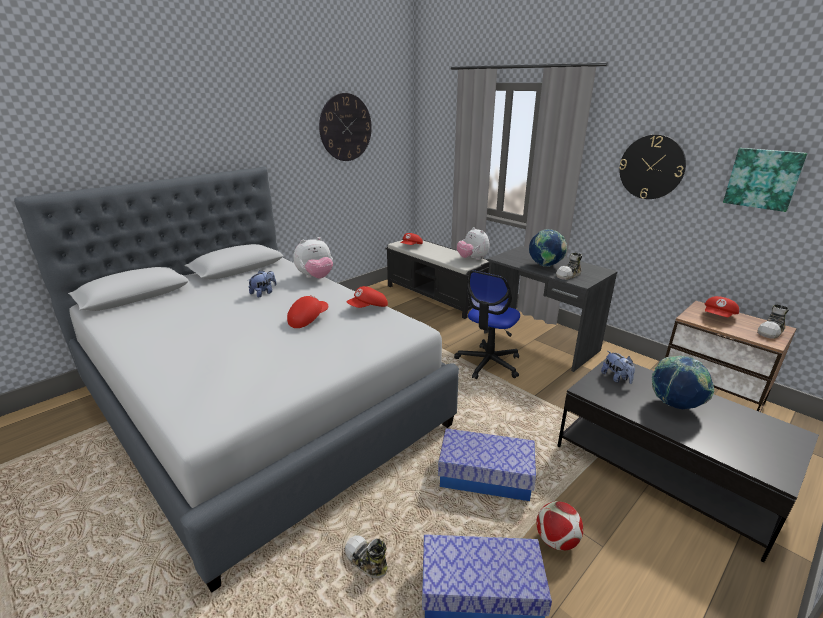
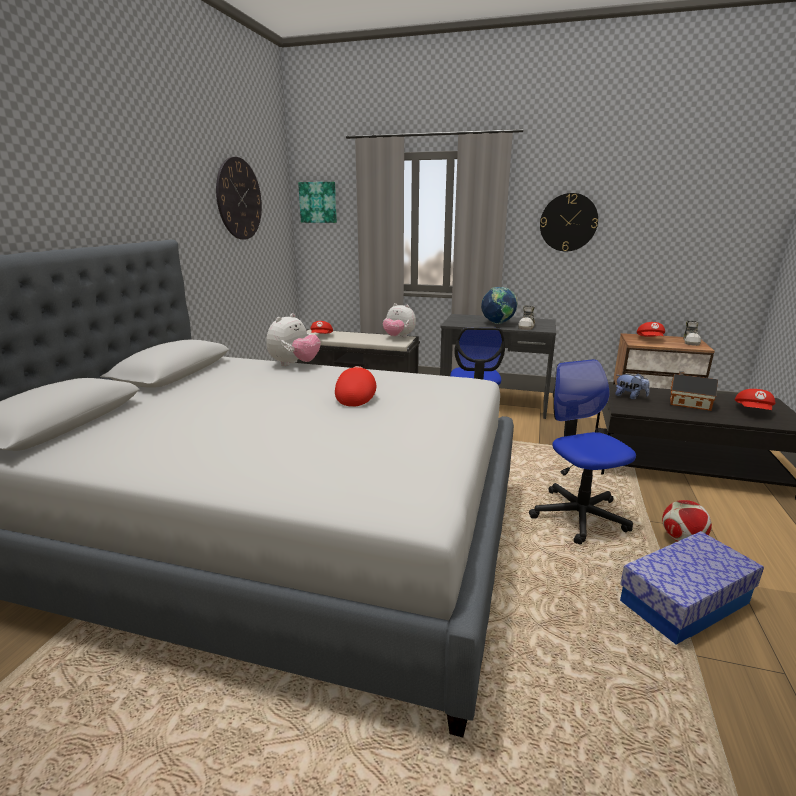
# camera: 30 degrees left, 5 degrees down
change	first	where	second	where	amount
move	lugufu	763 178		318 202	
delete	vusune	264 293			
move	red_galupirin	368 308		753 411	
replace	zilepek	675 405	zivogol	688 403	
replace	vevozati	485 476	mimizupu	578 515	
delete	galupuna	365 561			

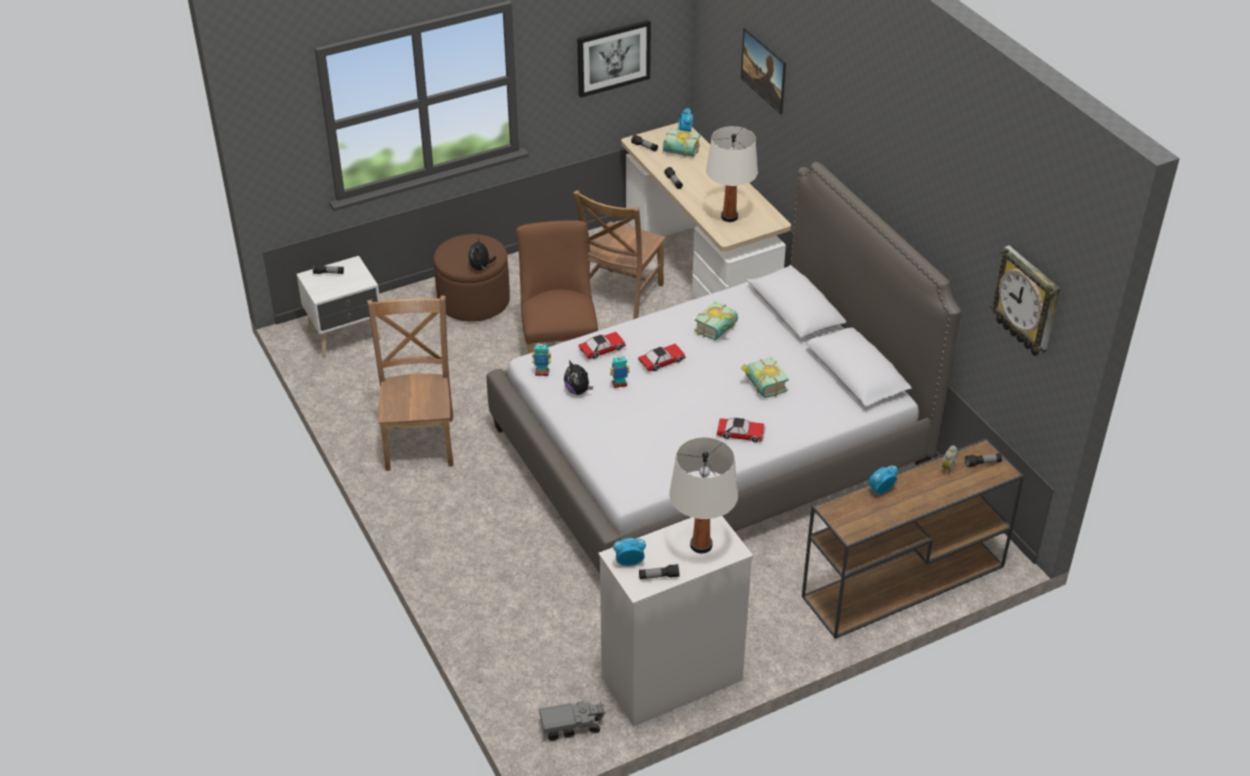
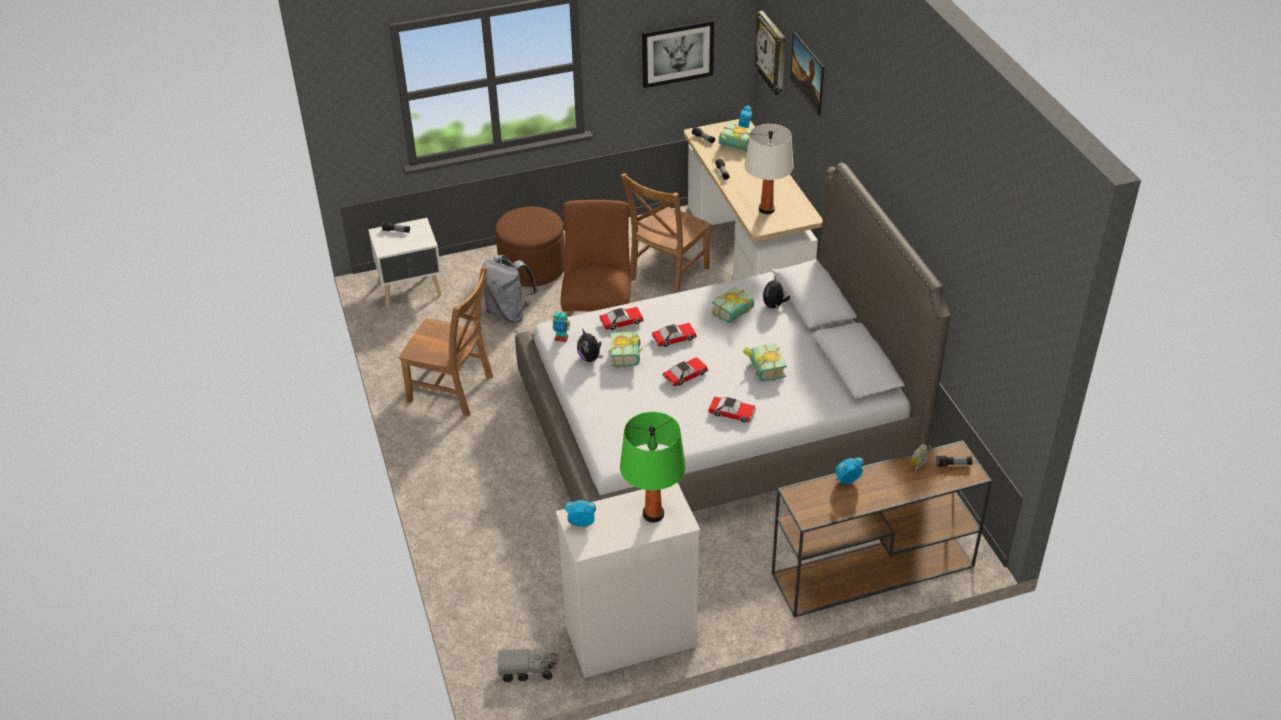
# camera: 10 degrees right, 0 degrees up
change	first	where	second	where	amount
move	vusune	481 267		774 305	
move	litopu	1027 302		772 54	
rotate	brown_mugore	420 440		454 390	105 degrees clockwise
replace	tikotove	619 384	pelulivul	629 356	
recolor	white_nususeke	701 545	green_nususeke	653 514	
delete	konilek	658 576			
insert			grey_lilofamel	509 313	
insert			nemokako	685 375	

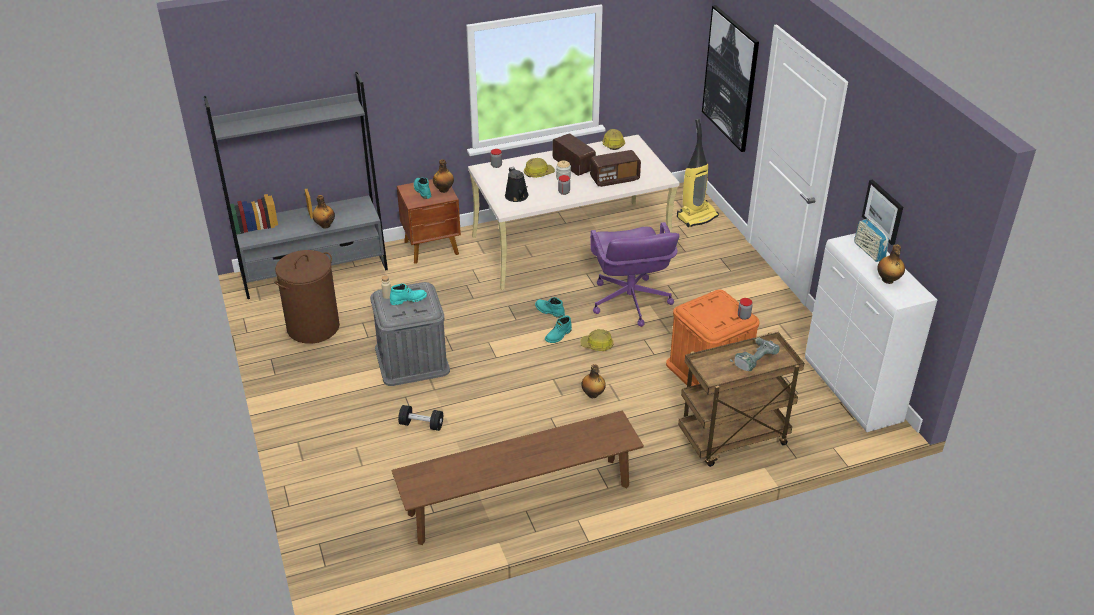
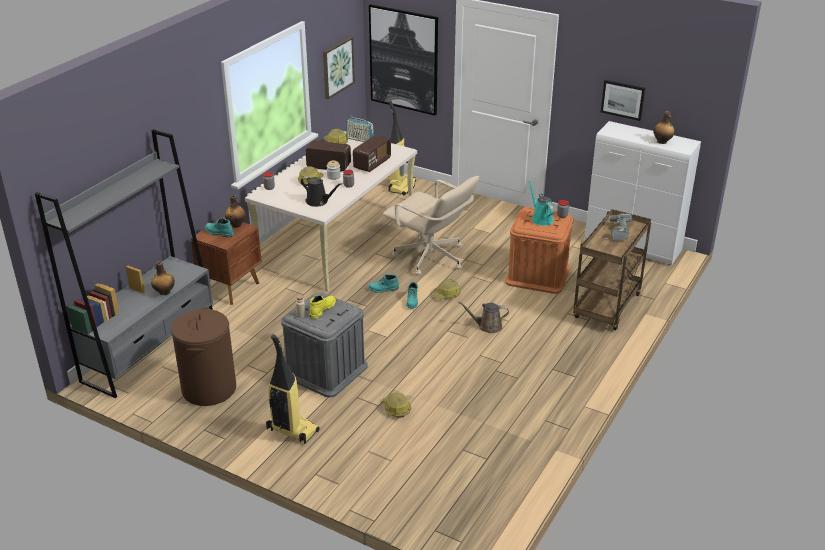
# camera: 40 degrees left, 5 degrees down
change	first	where	second	where	amount
move	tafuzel	869 251		360 139	
recolor	purple_mimizupu	629 302	beige_mimizupu	430 258	
recolor	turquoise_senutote	408 299	yellow_senutote	322 309	
replace	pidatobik	593 395	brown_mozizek	487 326	
replace	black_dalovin	421 424	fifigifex	396 408	
delete	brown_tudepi	520 500			
insert			lugufu	337 67	
insert			turquoise_mozizek	541 219	
insert			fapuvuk	291 430	

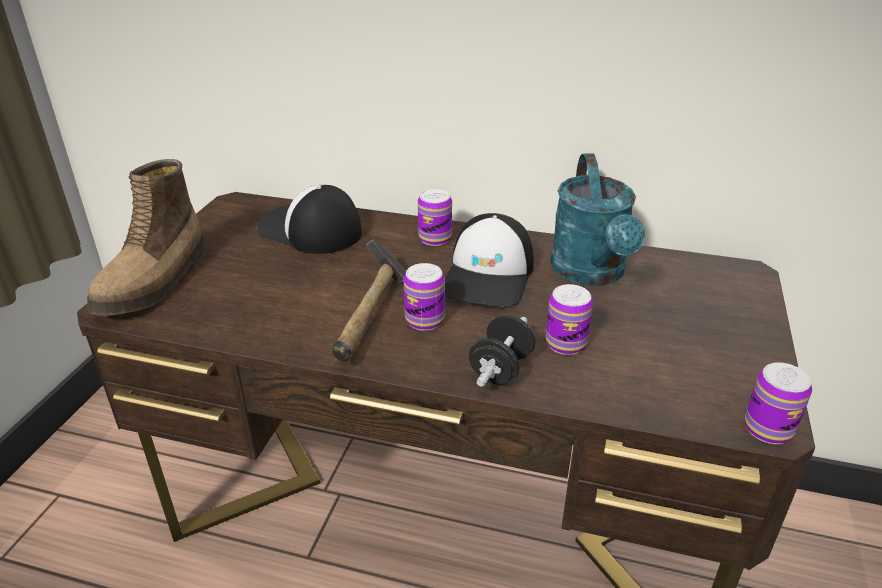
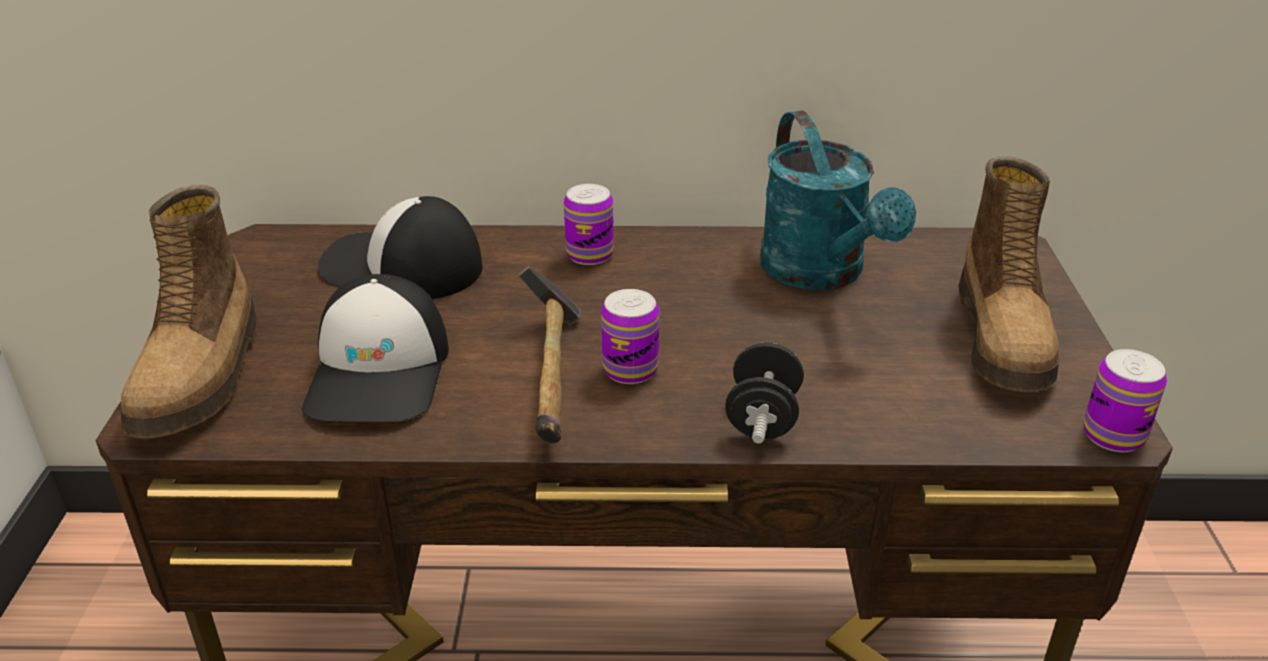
# camera: 15 degrees left, 0 degrees up
change	first	where	second	where	amount
move	galupirin	489 276		380 373	
delete	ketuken	565 343			
insert			senutote	1004 338	

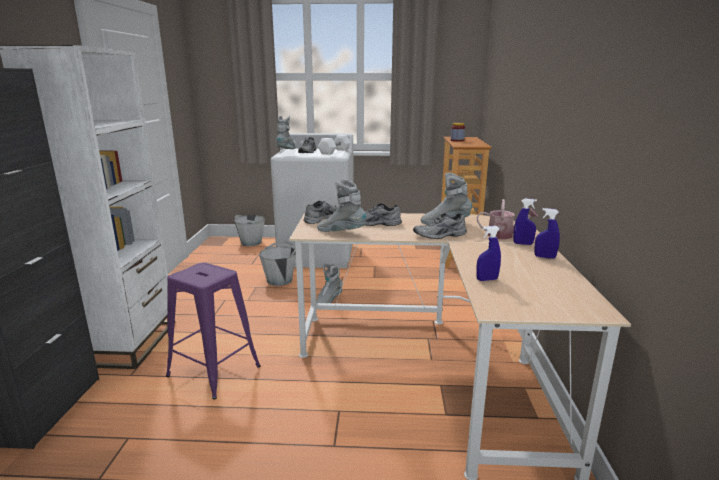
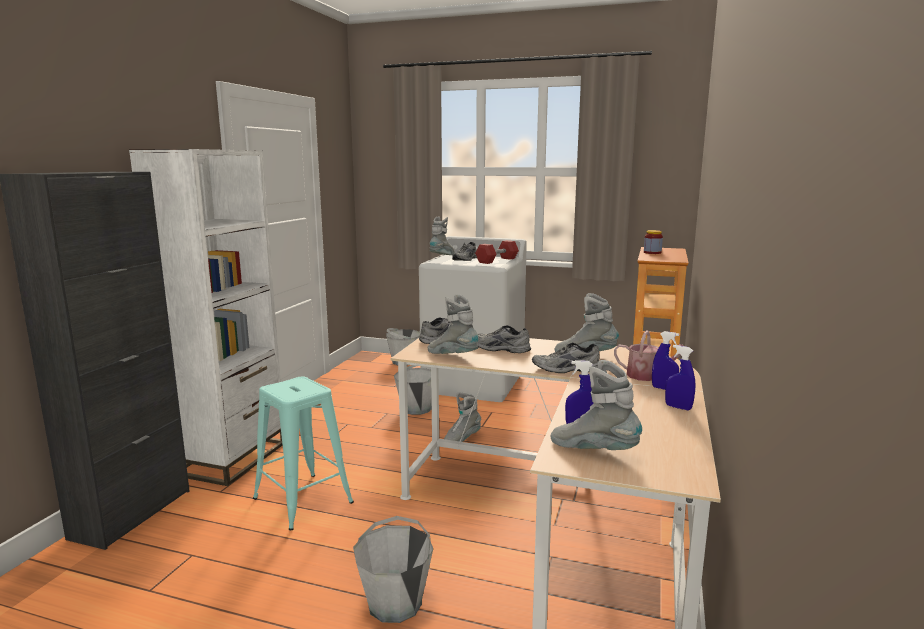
# camera: 15 degrees right, 5 degrees down
change	first	where	second	where	amount
recolor	white_dalovin	334 152	red_dalovin	497 260	
recolor	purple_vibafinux	214 371	turquoise_vibafinux	303 500	
insert			grey_senutote	593 450	
insert			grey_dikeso	395 603	

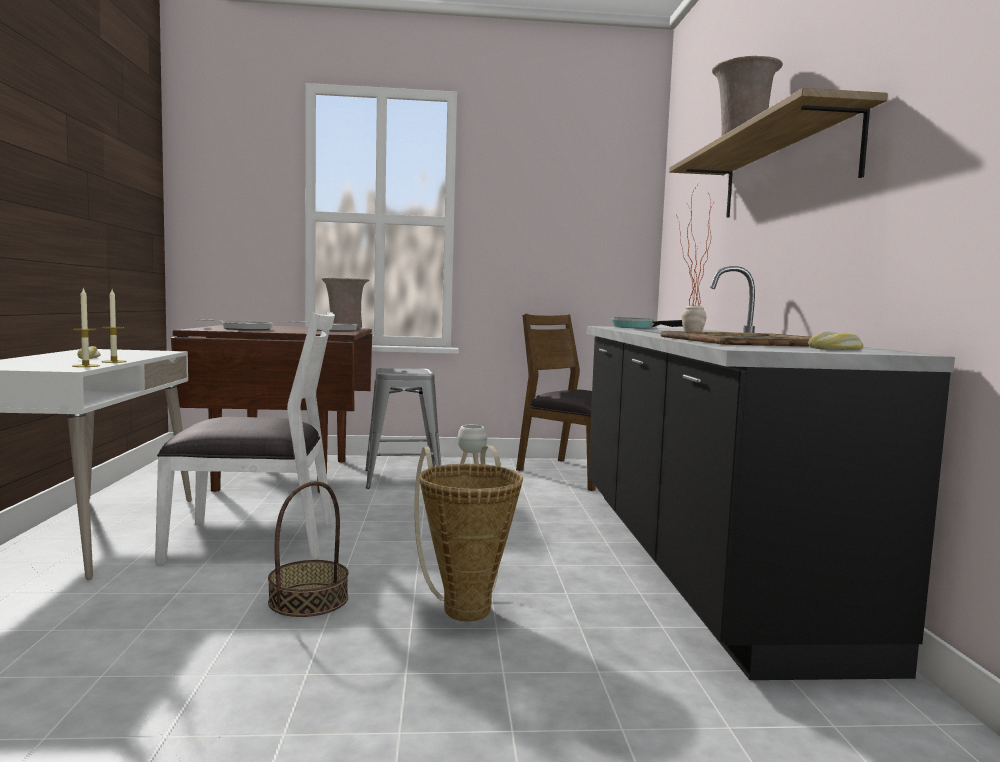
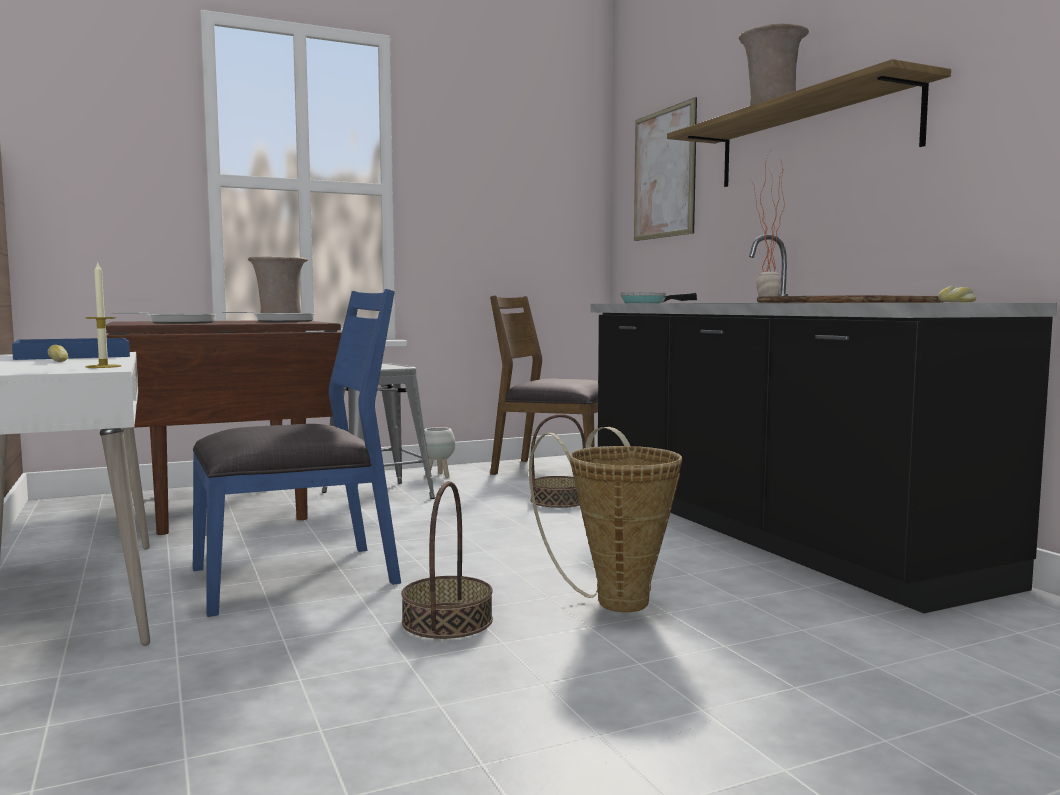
# camera: 20 degrees left, 0 degrees up
change	first	where	second	where	amount
delete	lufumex	114 361			
recolor	white_mugore	254 541	blue_mugore	296 577	
insert			lugufu	664 173	
insert			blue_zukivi	72 355	
insert			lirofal	558 501	

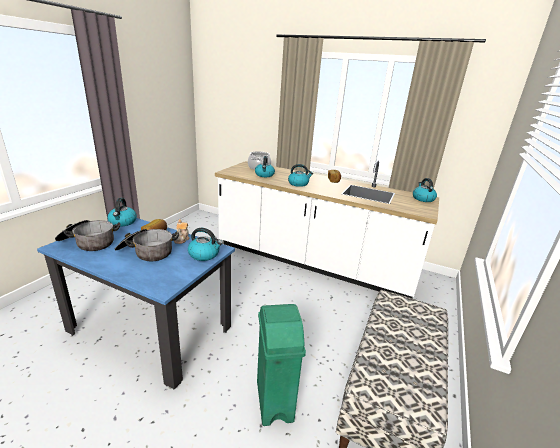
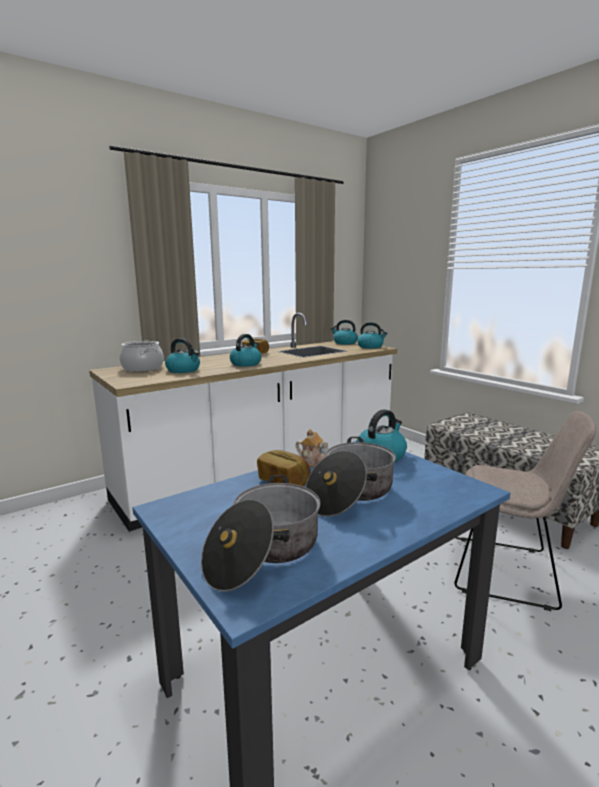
# camera: 60 degrees left, 10 degrees down
change	first	where	second	where	amount
move	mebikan	123 222		370 347	
replace	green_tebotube	274 401	beige_mugore	507 572	

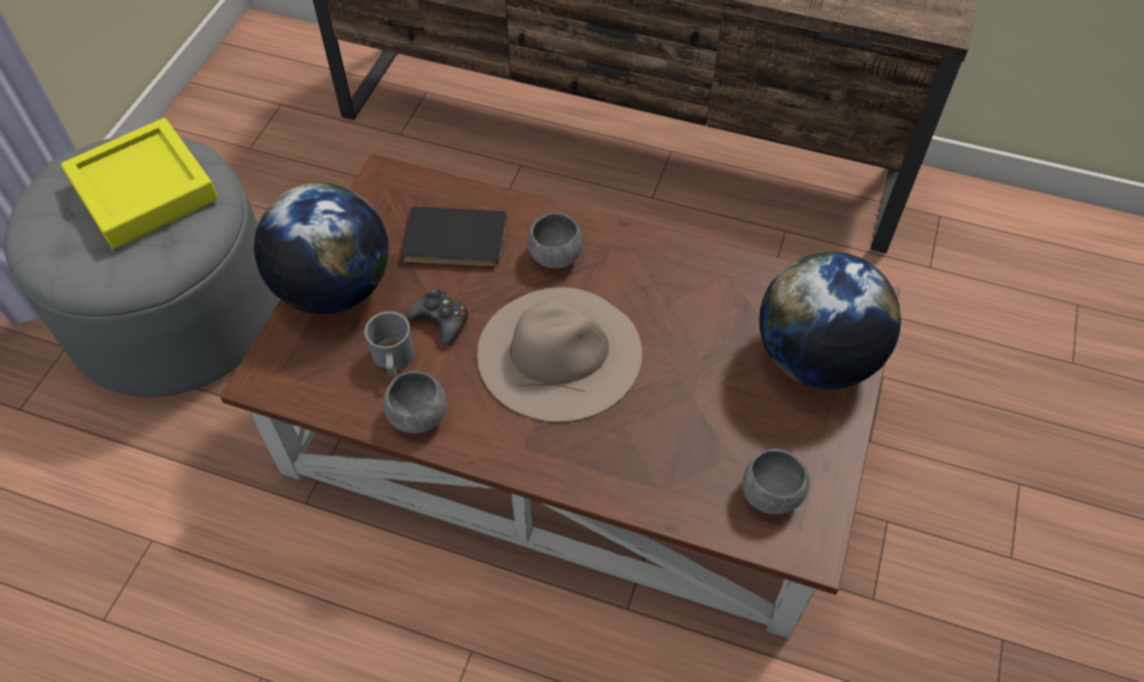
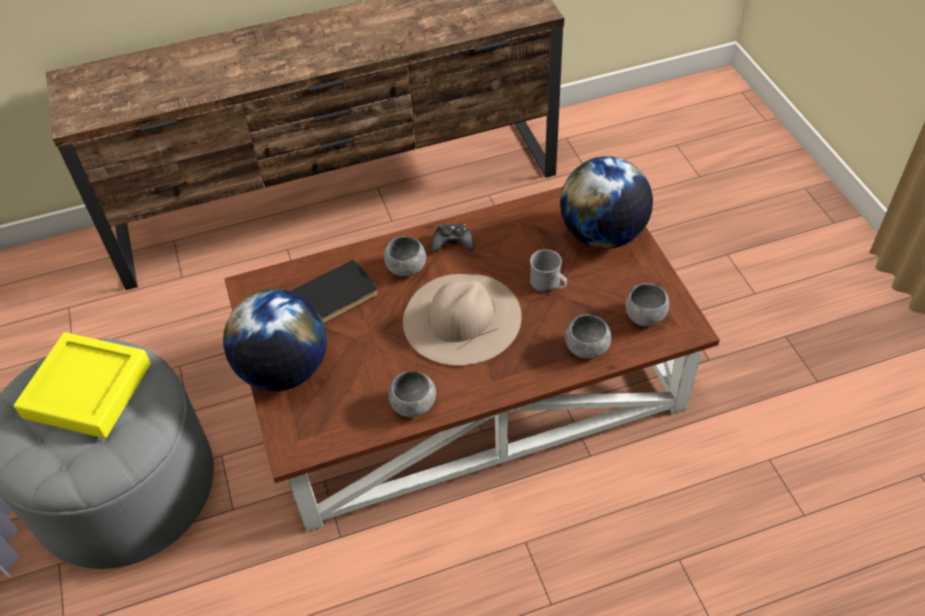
# camera: 35 degrees left, 5 degrees down
change	first	where	second	where	amount
move	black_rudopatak	440 321		453 242	
move	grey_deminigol	393 360		549 284	
insert			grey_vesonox	586 348	

